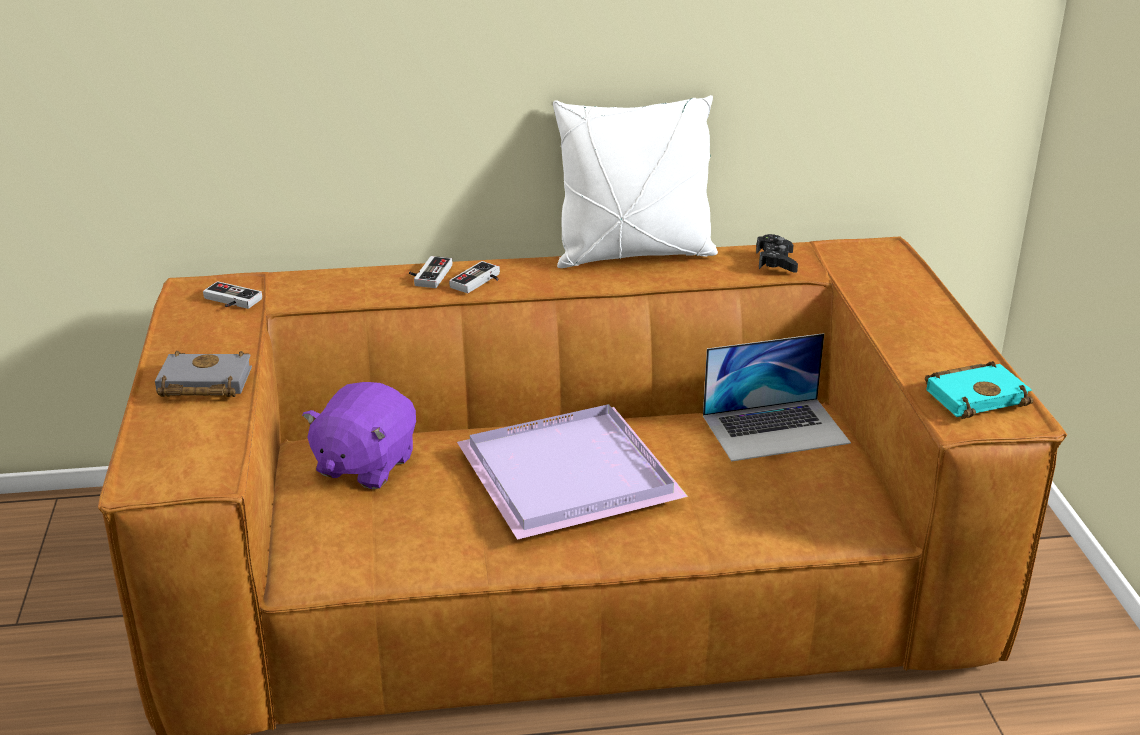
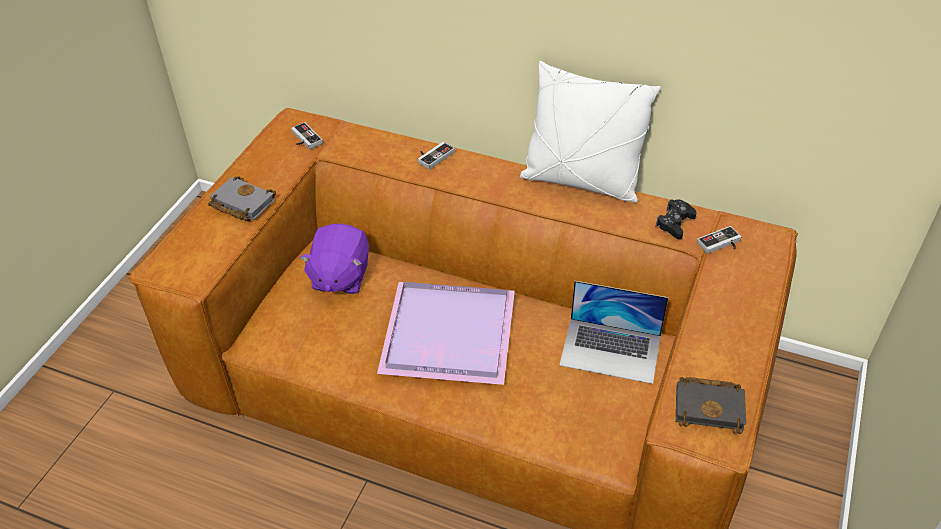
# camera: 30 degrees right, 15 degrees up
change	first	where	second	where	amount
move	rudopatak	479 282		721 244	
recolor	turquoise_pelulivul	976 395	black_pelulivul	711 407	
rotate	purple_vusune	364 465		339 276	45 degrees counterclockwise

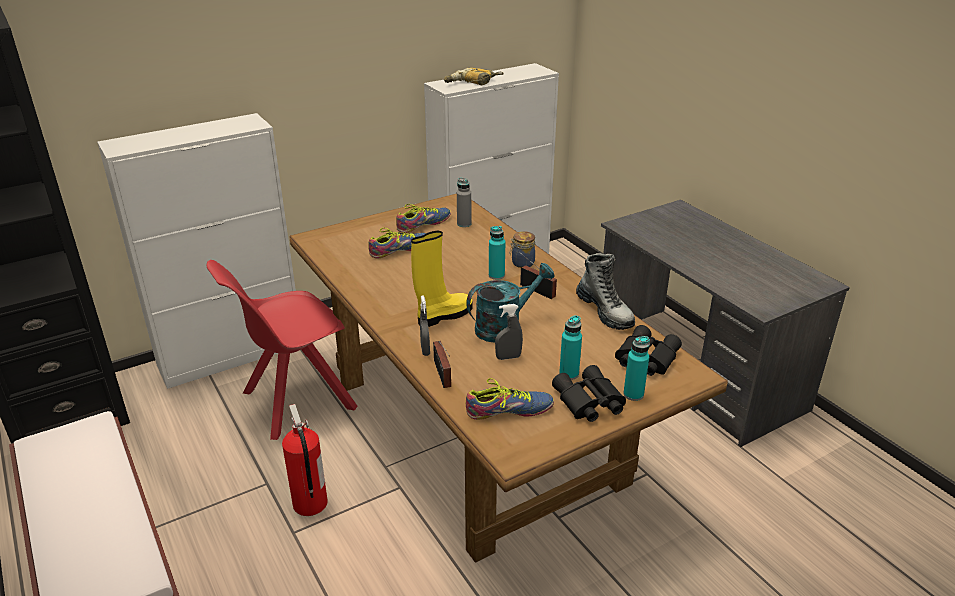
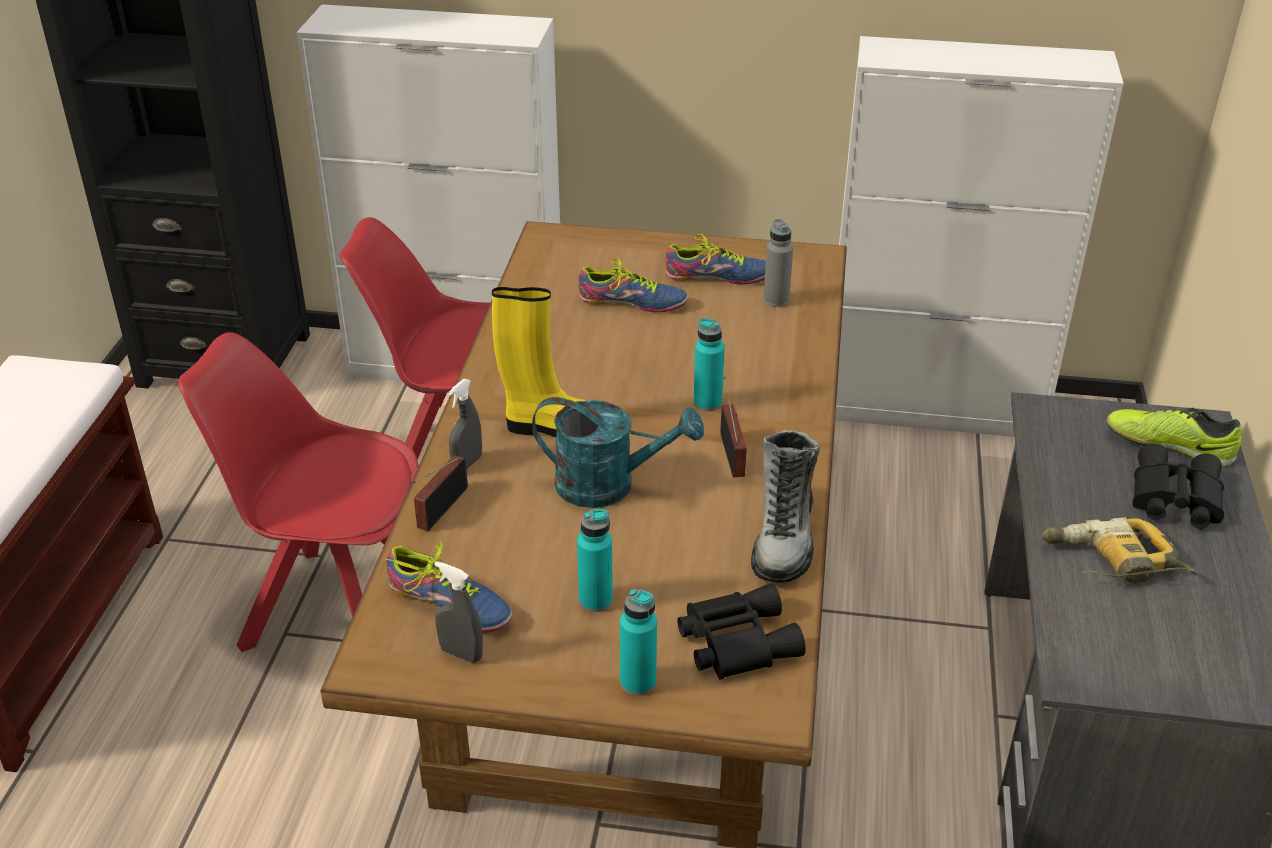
# camera: 40 degrees right, 5 degrees up
change	first	where	second	where	amount
move	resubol	472 83		1113 563	
delete	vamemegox	522 263			
move	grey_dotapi	508 357		461 654	
move	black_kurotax	588 402		1173 499	
replace	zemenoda	309 504	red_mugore	336 610	
insert			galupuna	1169 445	

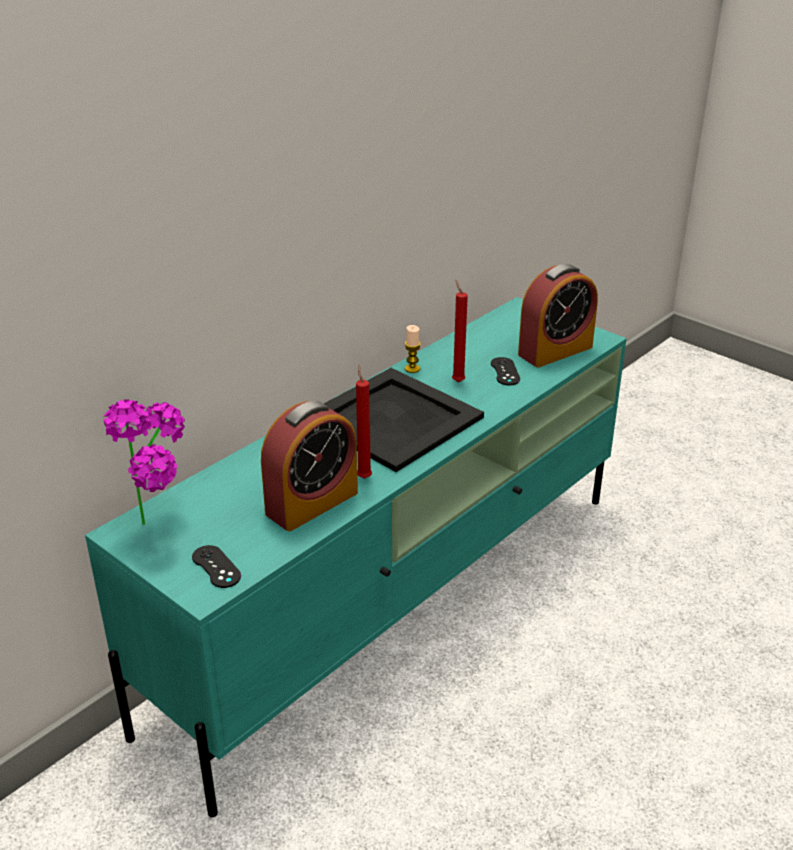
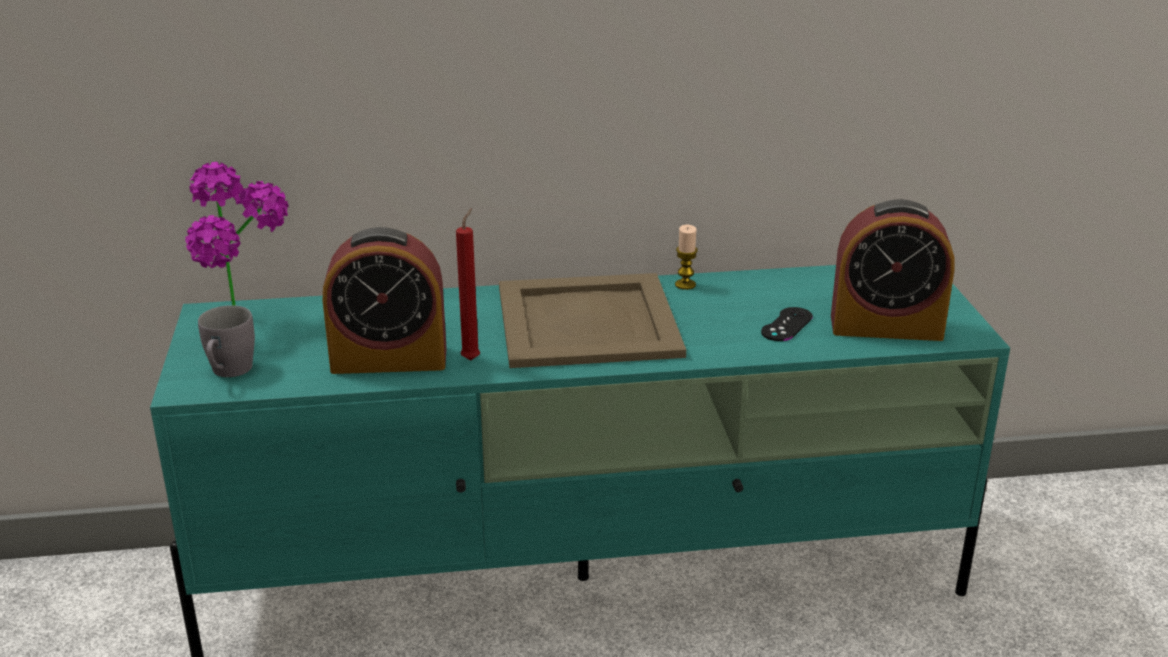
# camera: 40 degrees right, 5 degrees down
change	first	where	second	where	amount
delete	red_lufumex	457 381			
recolor	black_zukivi	391 419	beige_zukivi	585 320	
replace	black_rudopatak	216 567	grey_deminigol	229 373	

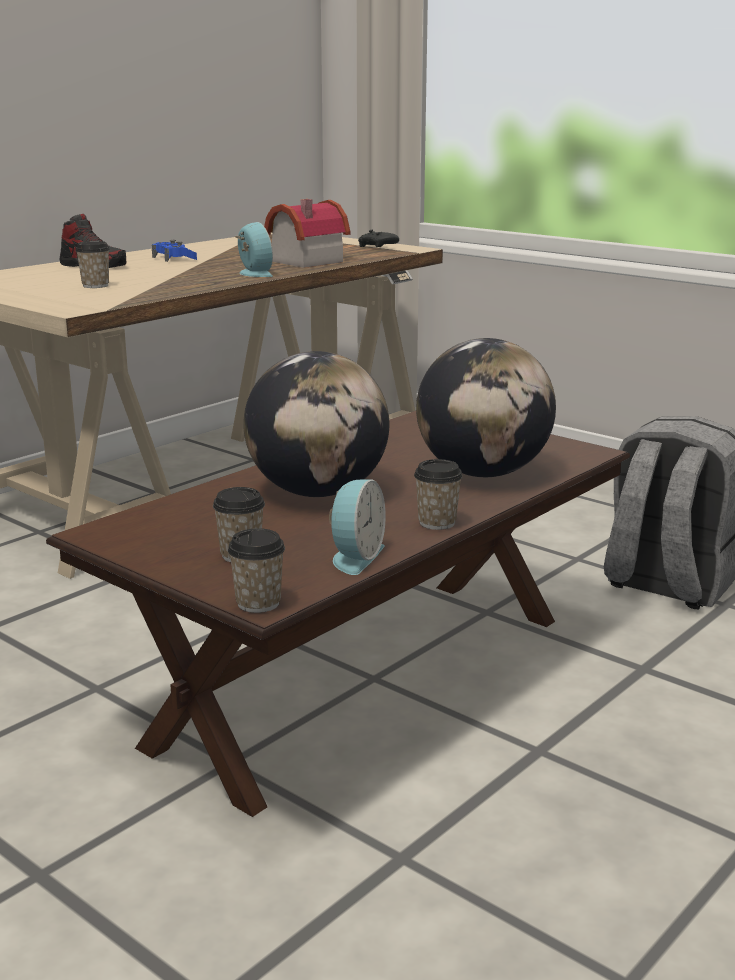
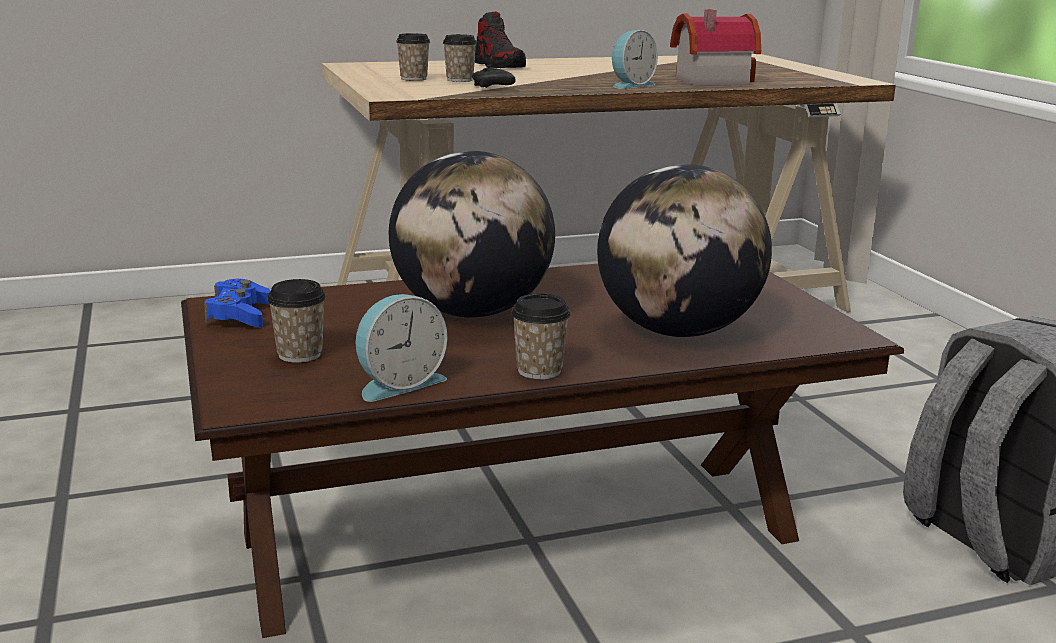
# camera: 30 degrees right, 0 degrees up
change	first	where	second	where	amount
rotate	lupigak	253 273		630 85	45 degrees clockwise
move	black_rudopatak	377 247		493 88	
move	blue_rudopatak	174 259		239 315	
move	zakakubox	258 603		413 79	

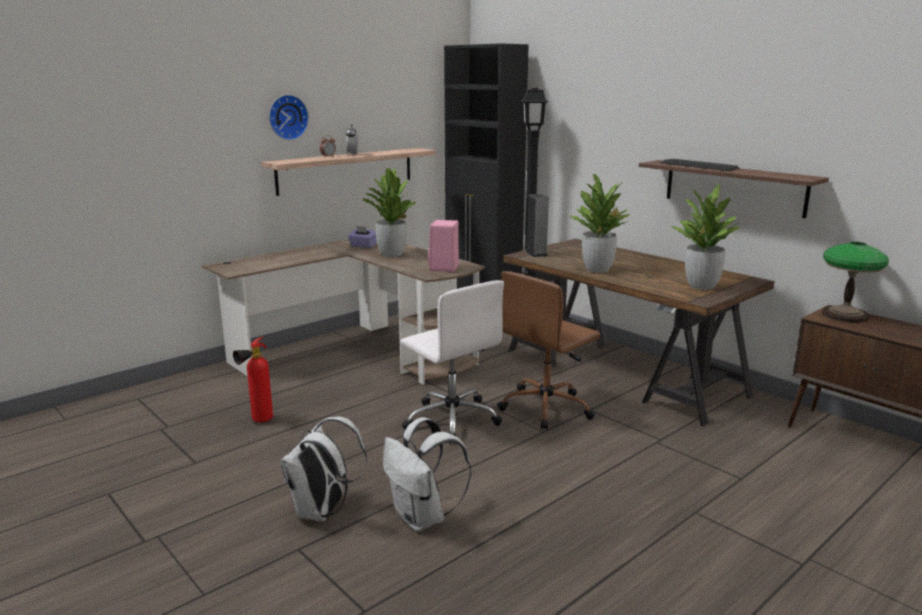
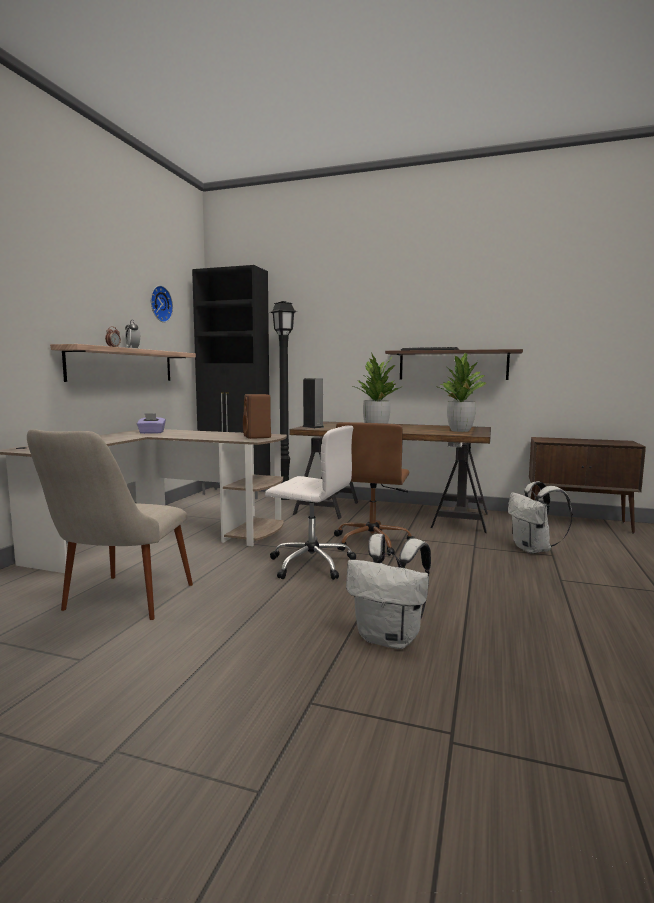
# camera: 30 degrees left, 10 degrees down
change	first	where	second	where	amount
move	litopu	287 117		159 304	
delete	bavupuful	391 254			
recolor	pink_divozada	444 268	brown_divozada	257 437	
delete	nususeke	844 315			
replace	zemenoda	258 422	beige_mugore	118 605	
move	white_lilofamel	322 512		534 550	

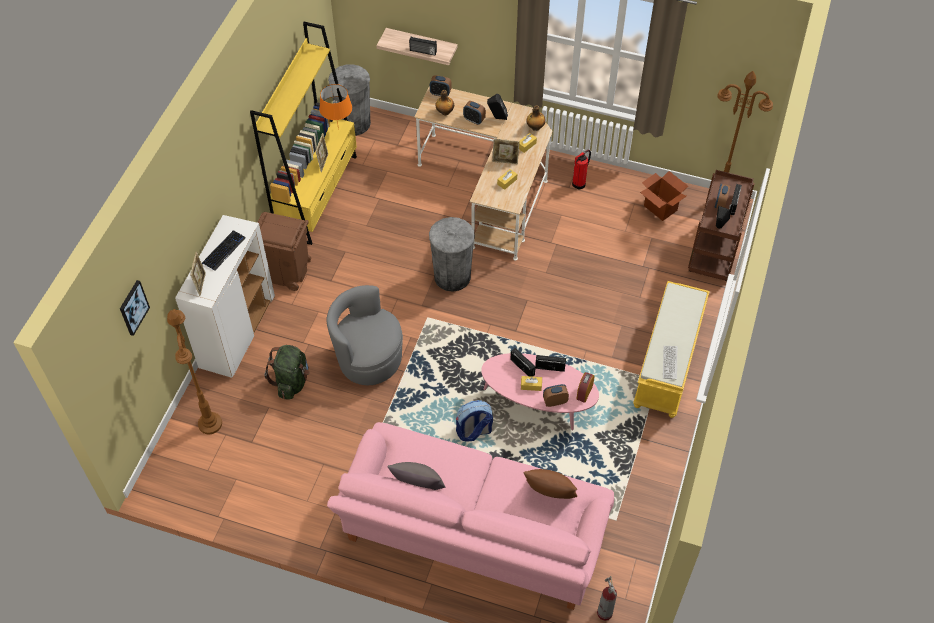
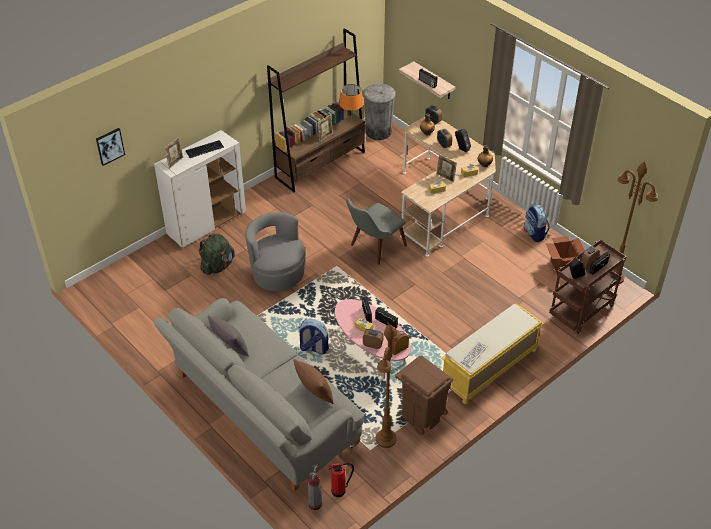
# camera: 30 degrees right, 10 degrees down
change	first	where	second	where	amount
recolor	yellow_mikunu	317 195	brown_mikunu	320 164	
move	zemenoda	579 183		340 490	
move	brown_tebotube	287 273		422 416	
replace	grey_tebotube	452 276	grey_mugore	373 248	
move	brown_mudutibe	210 423		385 439	
recolor	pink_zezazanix	473 537	grey_zezazanix	262 412	
insert			lilofamel	534 234	

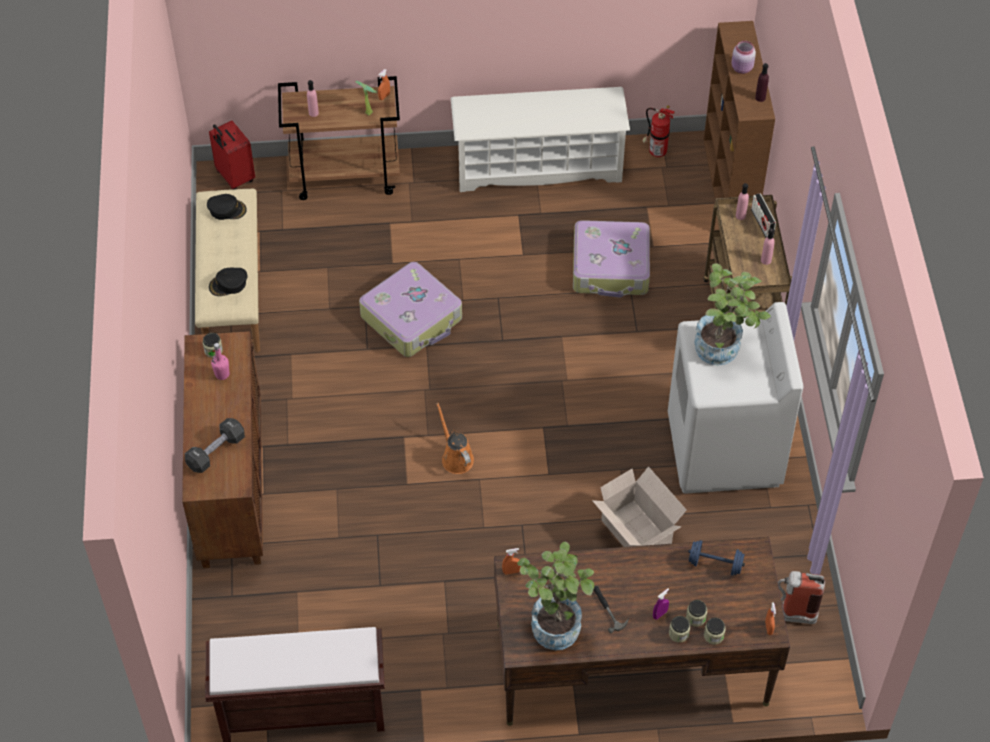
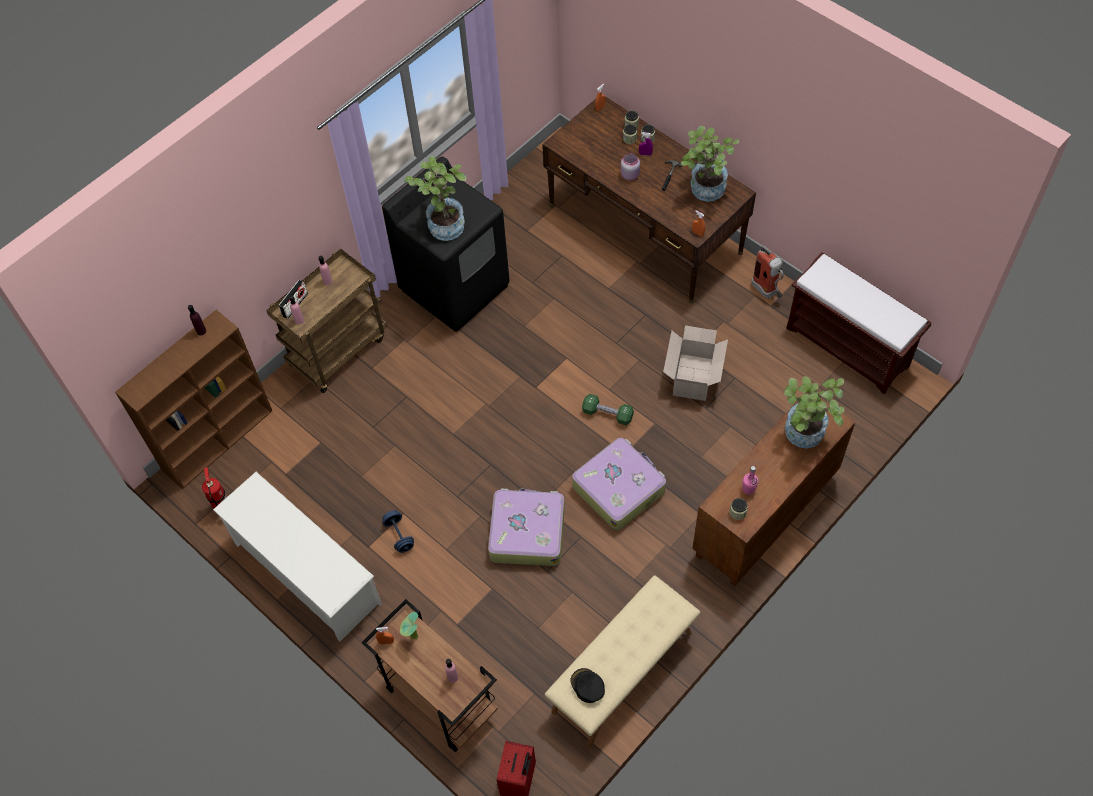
# camera: 130 degrees left, 5 degrees up
change	first	where	second	where	amount
move	pink_vamemegox	742 68		630 175	
move	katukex	611 267		619 488	
delete	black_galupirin	228 284			
recolor	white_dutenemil	724 450	black_dutenemil	455 287	
replace	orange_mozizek	456 457	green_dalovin	607 414	
replace	black_dalovin	216 452	bavupuful	803 437	
move	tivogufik	637 534		693 376	
move	blue_dalovin	715 564		399 535	
move	zemenoda	791 615		767 292	

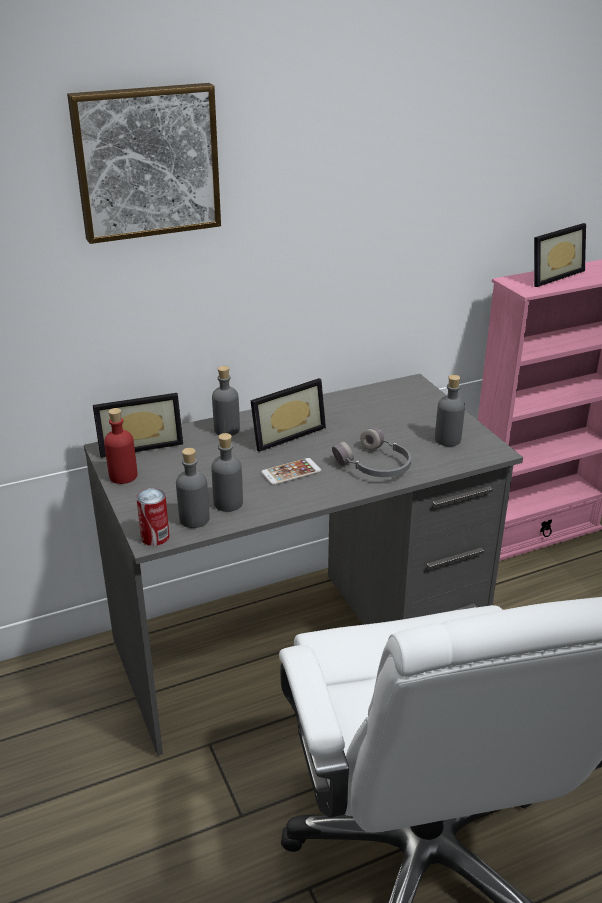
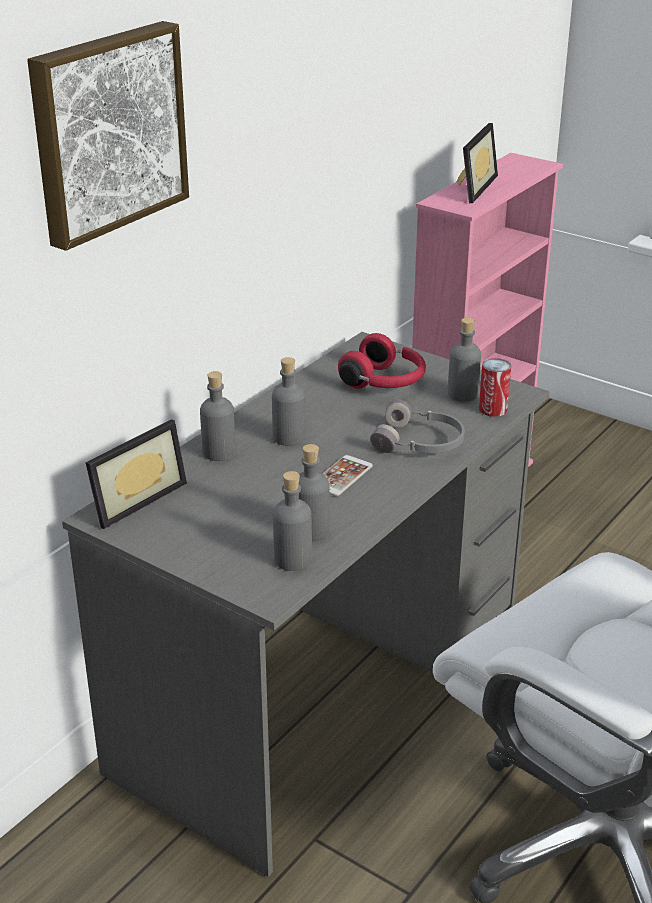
# camera: 30 degrees left, 0 degrees up
change	first	where	second	where	amount
replace	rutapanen	284 433	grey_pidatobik	289 437	
delete	red_pidatobik	123 476			
move	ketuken	155 537		493 409	
insert			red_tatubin	385 382	

